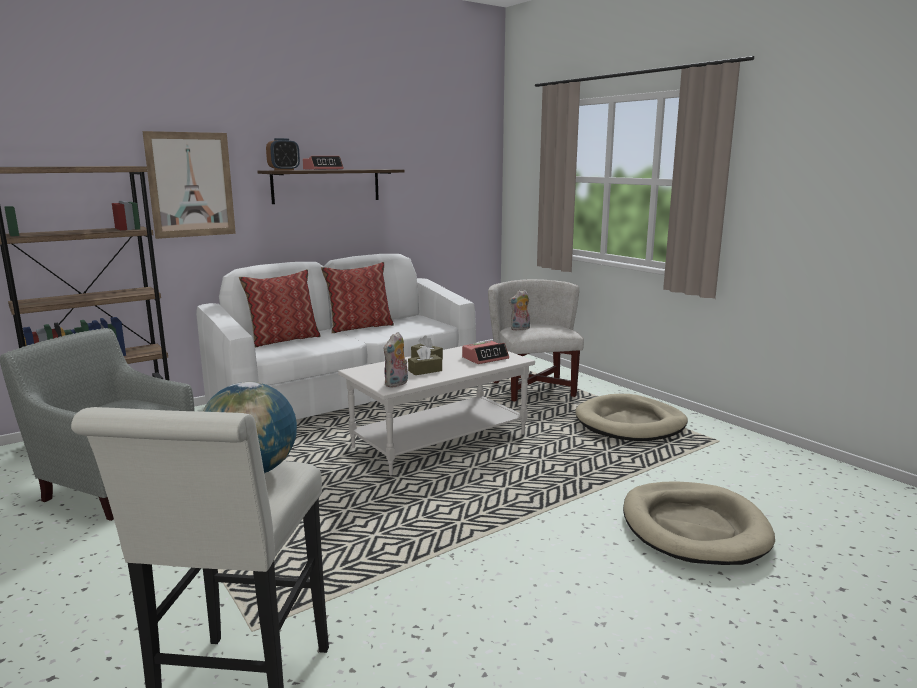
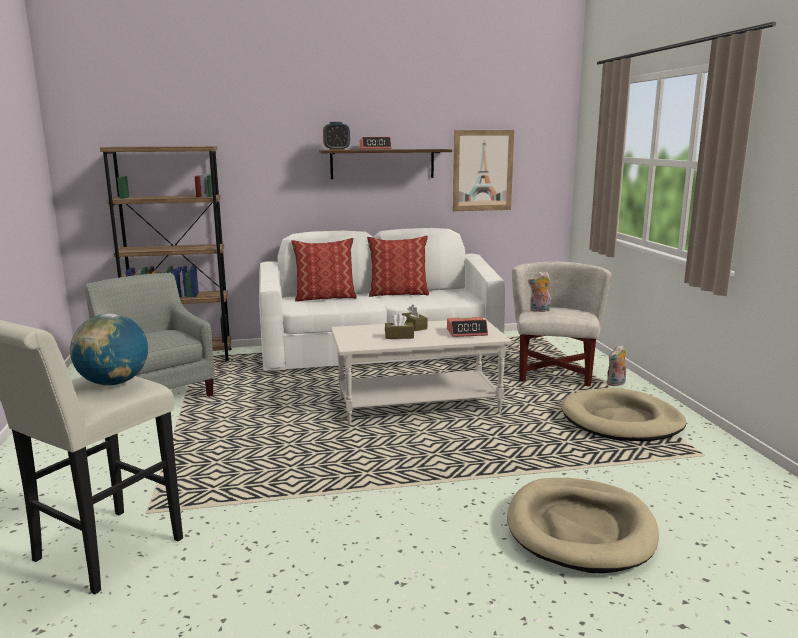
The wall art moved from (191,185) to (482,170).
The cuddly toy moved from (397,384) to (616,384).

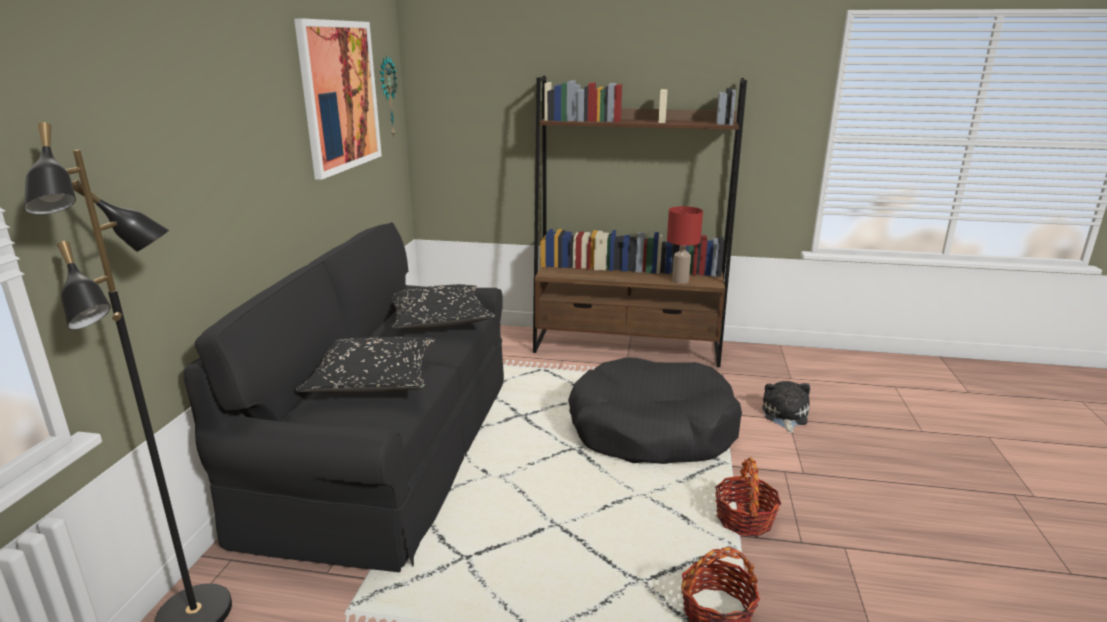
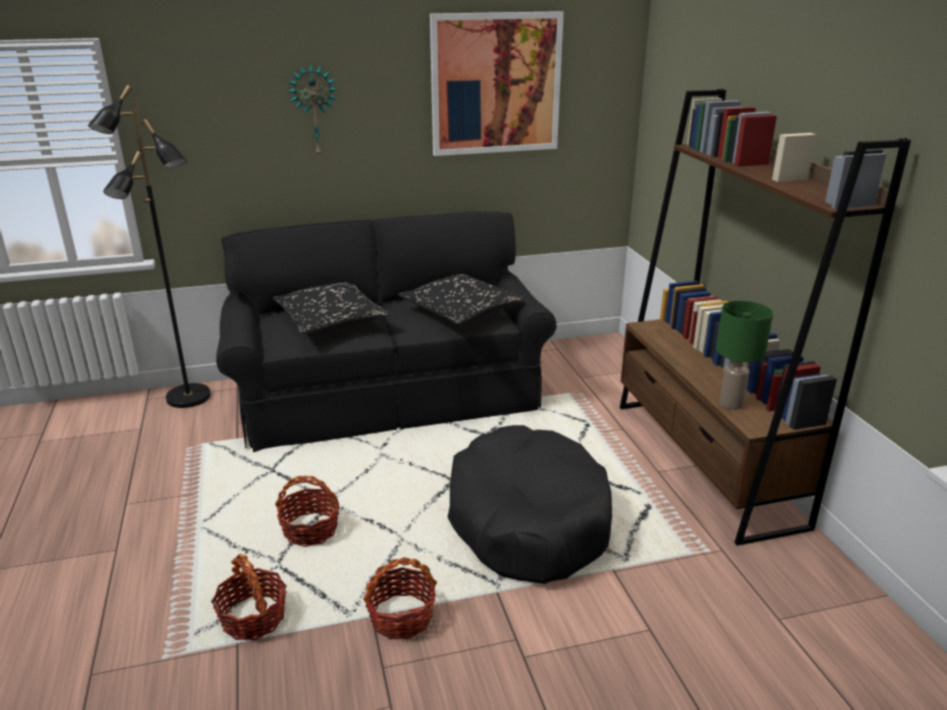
The hanging clock moved from (387,97) to (314,110).
The lamp for a table in red at (680,281) became the lamp for a table in green-coloured at (730,404).
The cuddly toy at (784,416) disappeared.
The household basket at (310,530) appeared.

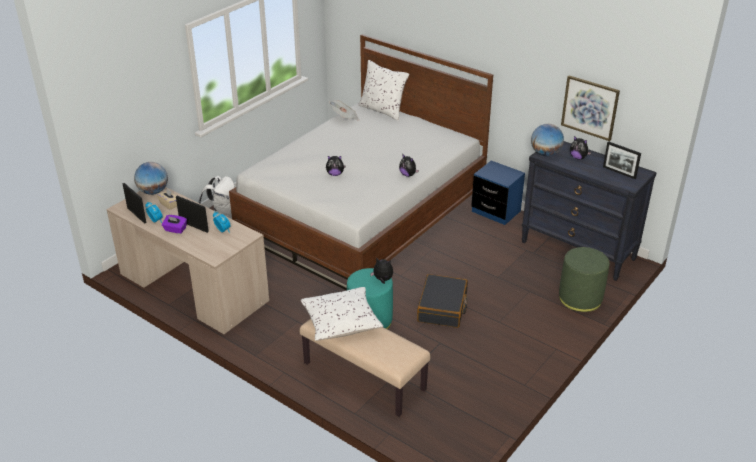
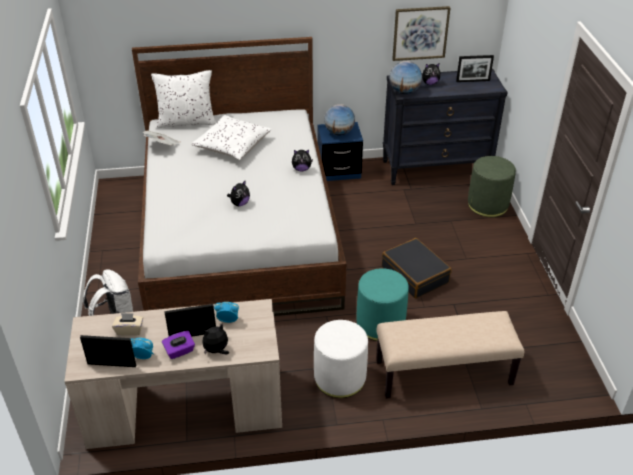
The globe moved from (153,192) to (339,133).
The cuddly toy moved from (382,280) to (216,350).
The cushion in whitish moved from (341,322) to (232,145).
The footrest in whitish at (339,378) appeared.

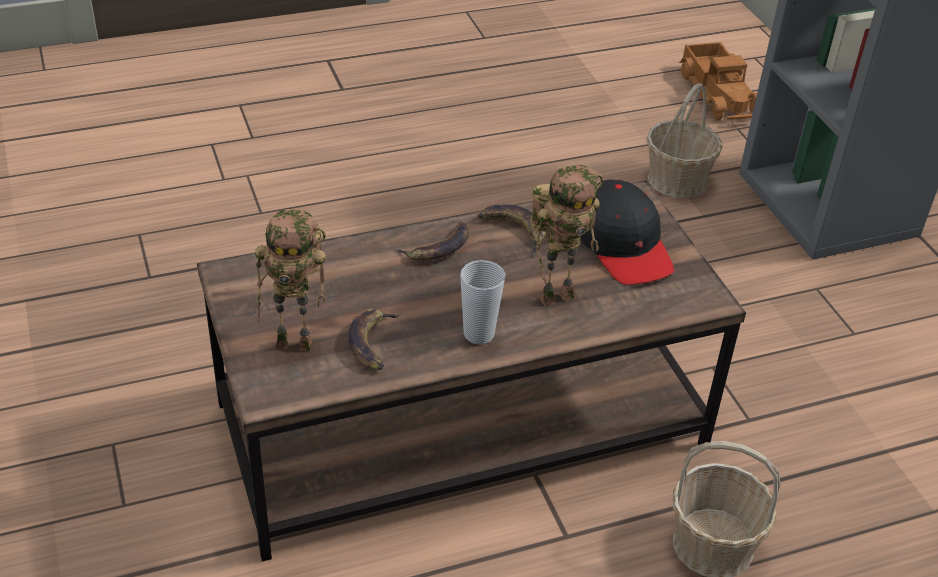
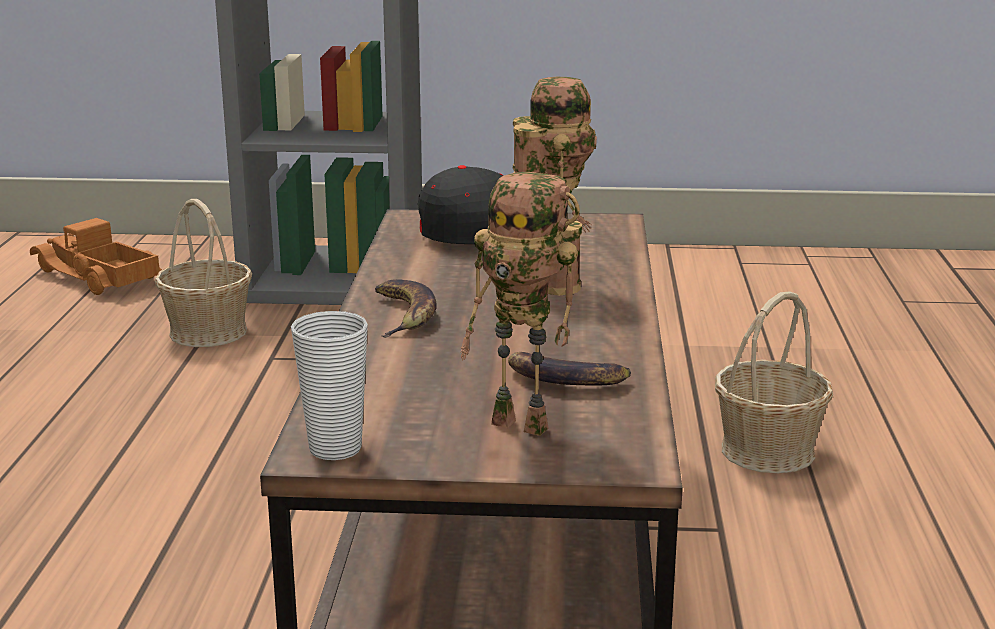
The toy lorry at (720,93) turned 150 degrees counterclockwise.
The banana at (514,230) disappeared.
The model robot at (297,342) turned 90 degrees clockwise.
The cup moved from (479,334) to (335,449).

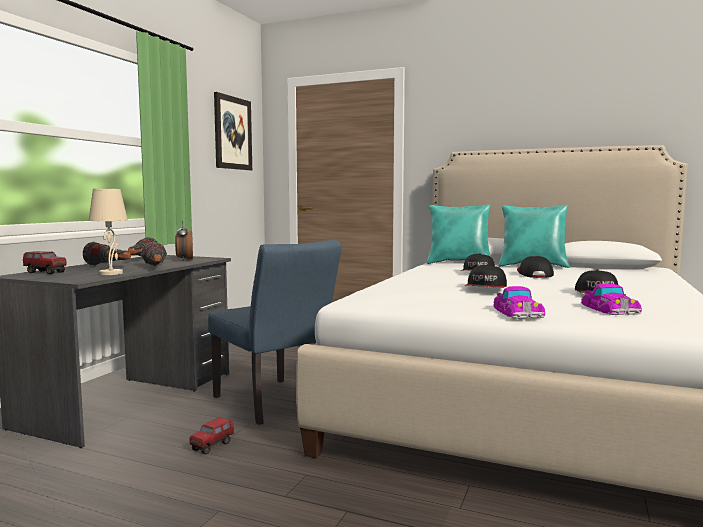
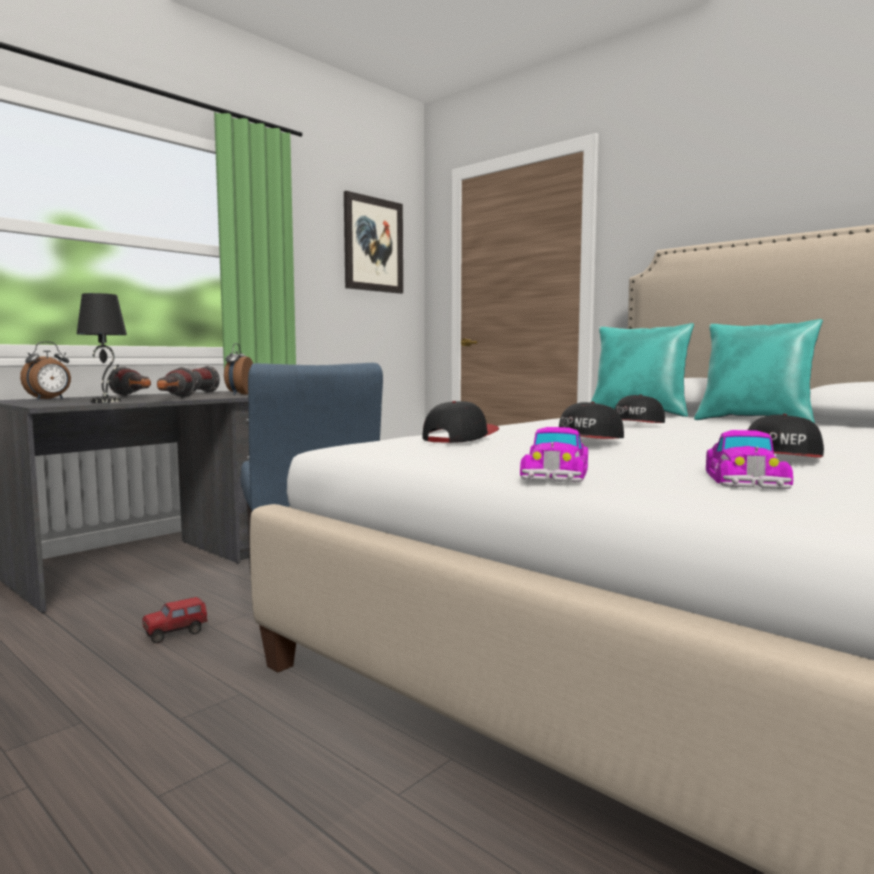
The lamp for a table in beige-coloured at (111,273) became the lamp for a table in blackish at (106,401).
The toy lorry at (45,272) was replaced by the alarm clock at (49,399).
The cap moved from (534,274) to (460,437).

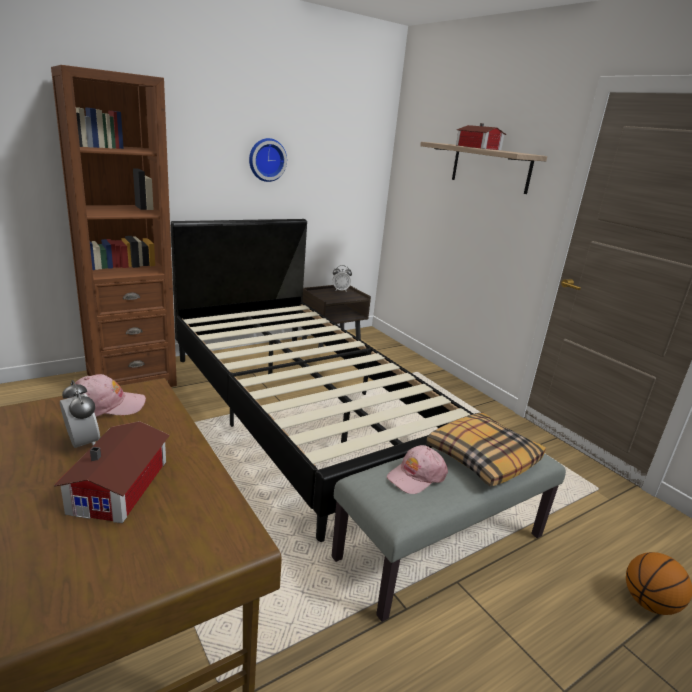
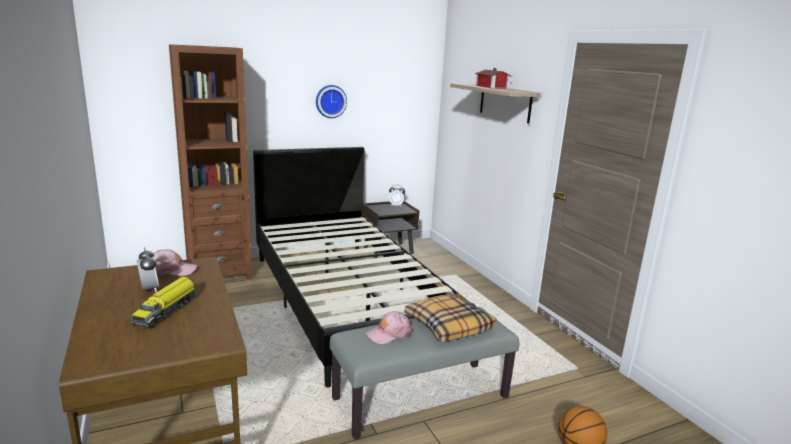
The miniature house at (123,484) was replaced by the toy lorry at (166,311).

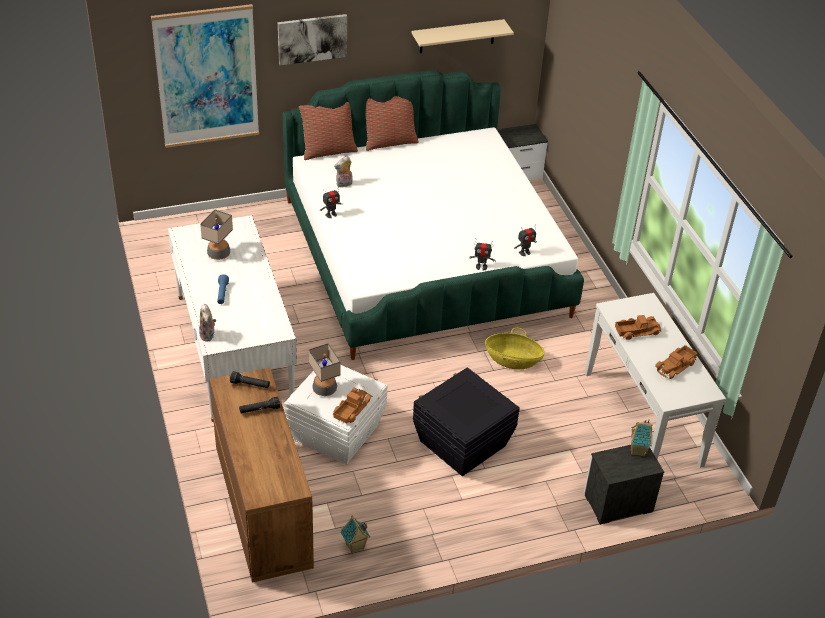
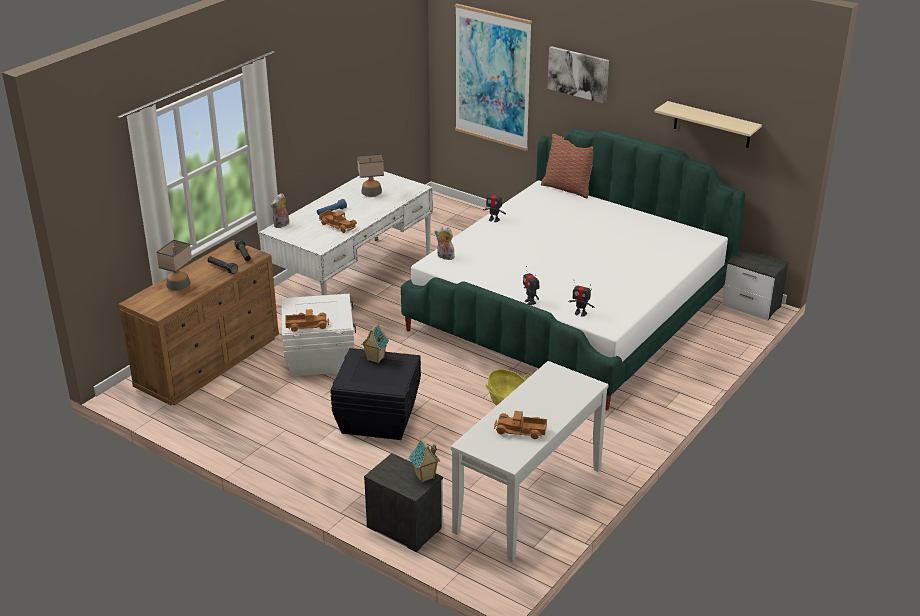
The cushion at (389,141) disappeared.
The cuddly toy moved from (344,184) to (444,257).
The toy lorry moved from (637,331) to (338,225).
The lamp for a table moved from (324,389) to (179,287).
The miniature house moved from (355,547) to (375,359).

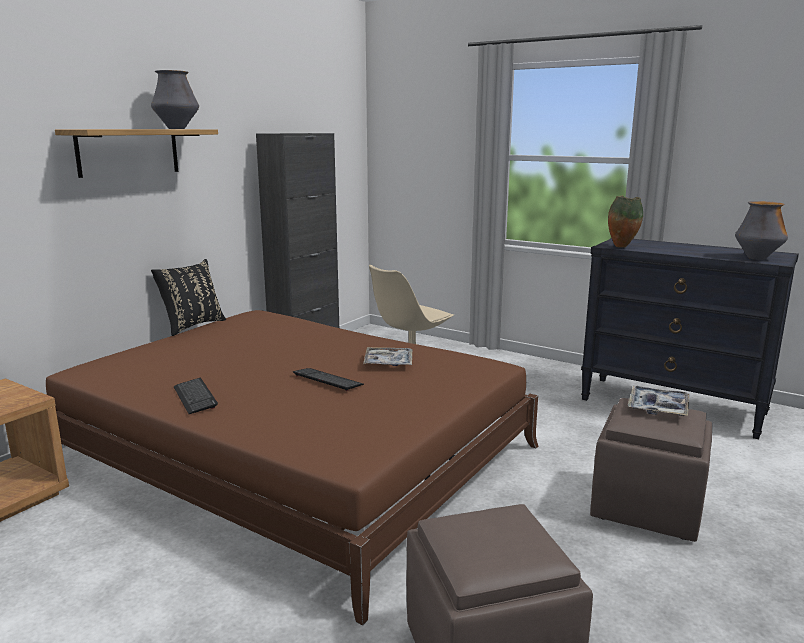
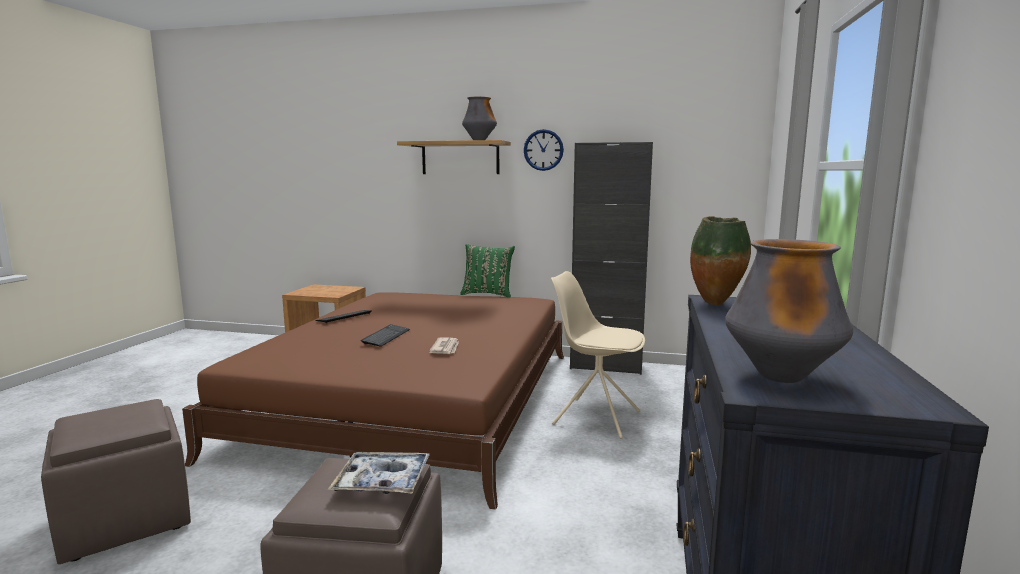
The cushion in blackish at (192,326) became the cushion in green-coloured at (488,294).
The carrying tray at (388,362) was replaced by the printed paper at (446,348).
The hanging clock at (543,150) appeared.

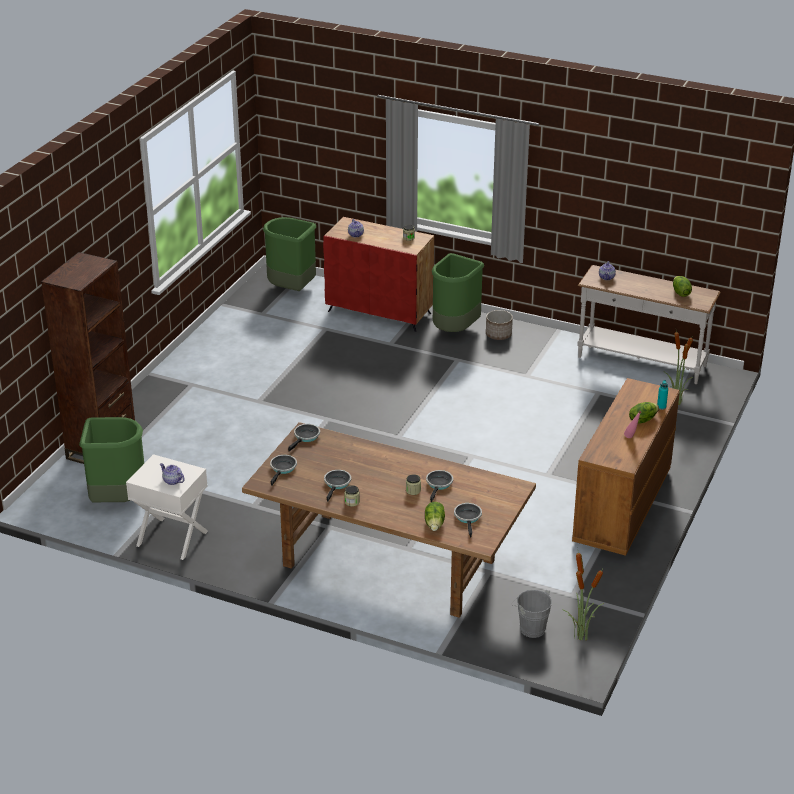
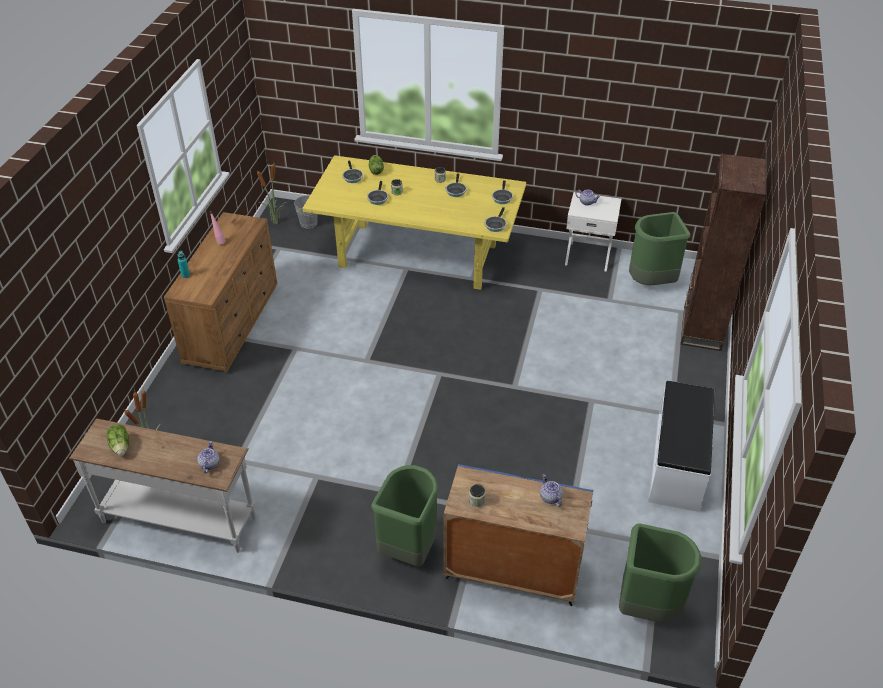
The cabinet in red at (380,312) became the cabinet in bluish at (511,570).
The flower pot at (498,335) disappeared.
The head of lettuce at (642,420) disappeared.
The kitchen table in brownish at (390,563) became the kitchen table in yellow-coloured at (416,256).
The long seat in whitish at (678,464) appeared.

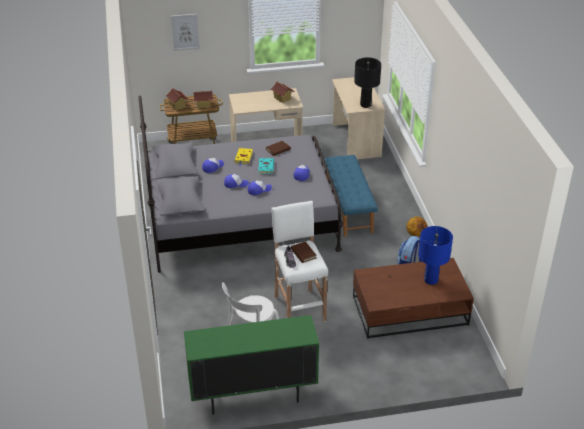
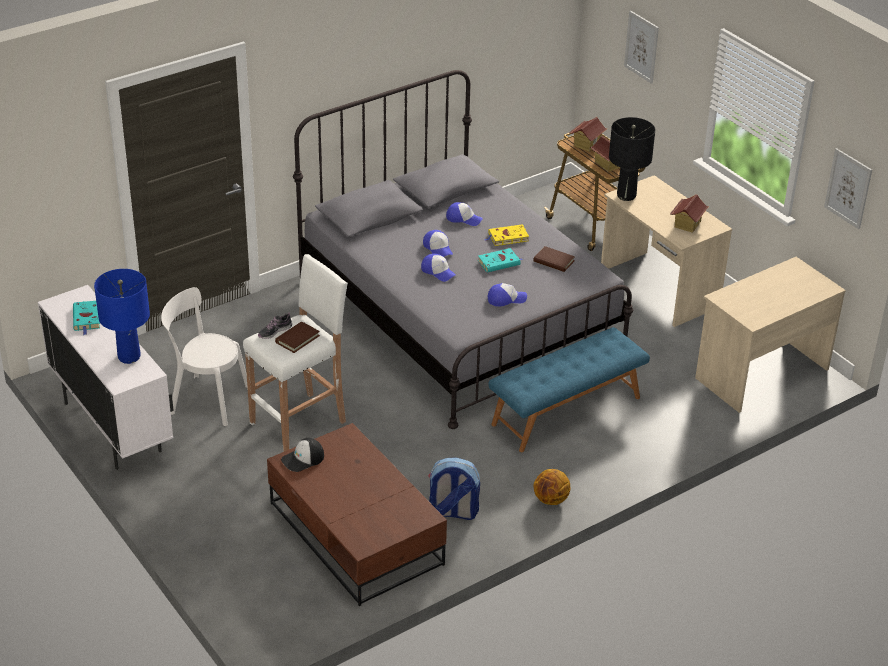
The lamp for a table in blackish moved from (365,105) to (626,195).
The lamp for a table in bluish moved from (431,280) to (129,357).
The cabinet in green-coloured at (253,395) became the cabinet in whitish at (112,427).
The wall art at (848,188) appeared.
The book in turquoise-coloured at (87,319) appeared.
The cap at (303,459) appeared.

